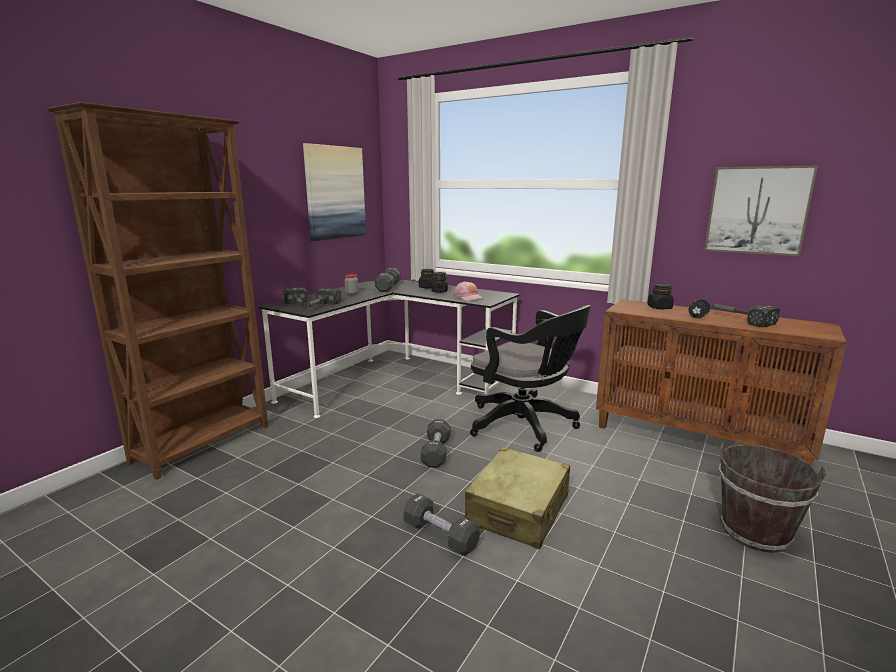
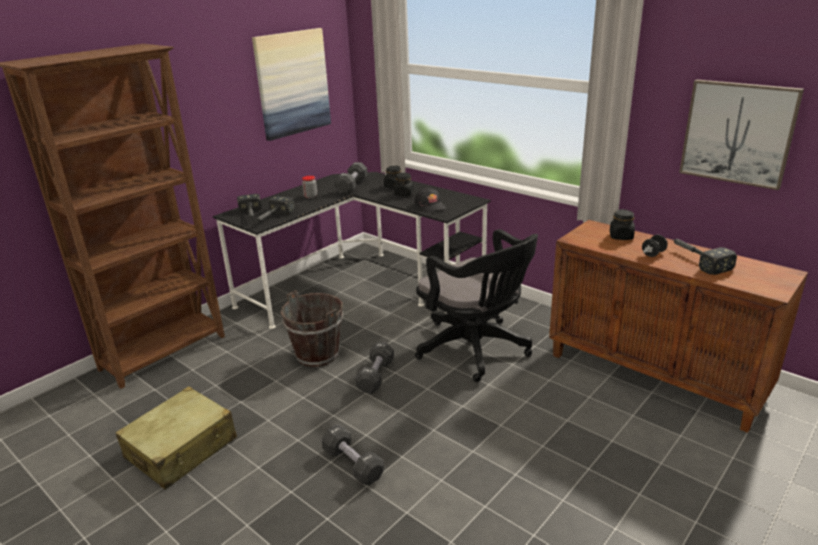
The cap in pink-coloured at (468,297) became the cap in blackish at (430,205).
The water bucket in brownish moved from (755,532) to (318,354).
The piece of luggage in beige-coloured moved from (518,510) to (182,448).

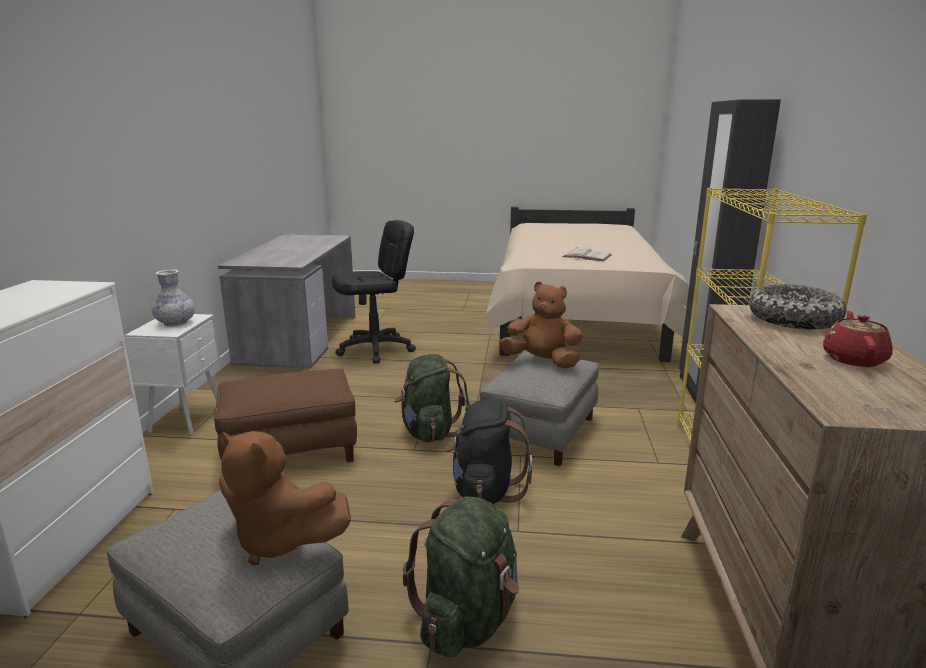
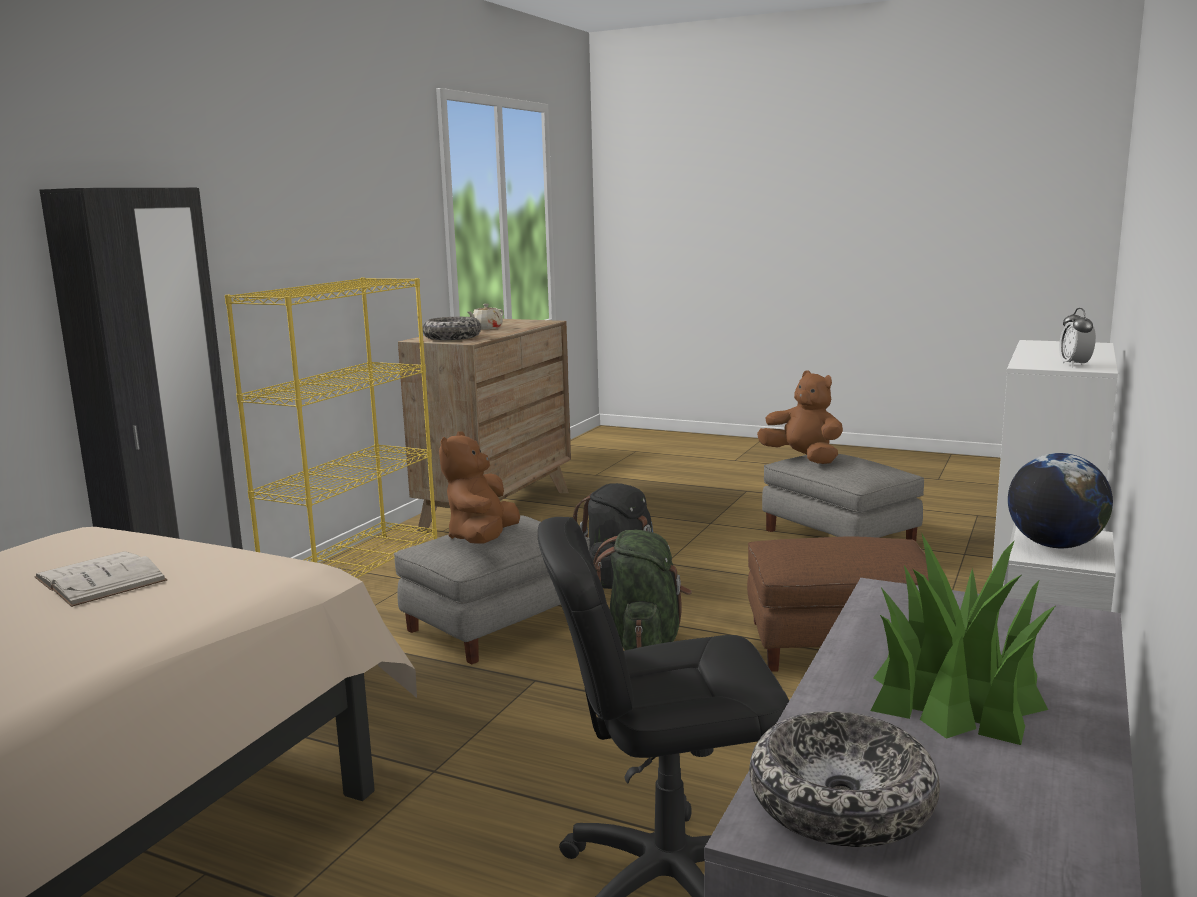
The vase at (175,323) was replaced by the globe at (1054,545).
The cuddly toy in brownish at (542,362) turned 60 degrees clockwise.
The pot for tea in red at (853,359) became the pot for tea in beige-coloured at (486,328).
The backpack in green-coloured at (468,619) disappeared.
The alarm clock at (1075,365) appeared.
The potted plant at (957,694) appeared.
The deep dish at (841,802) appeared.

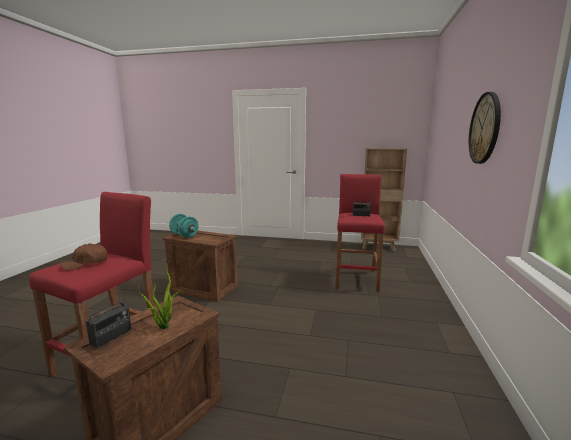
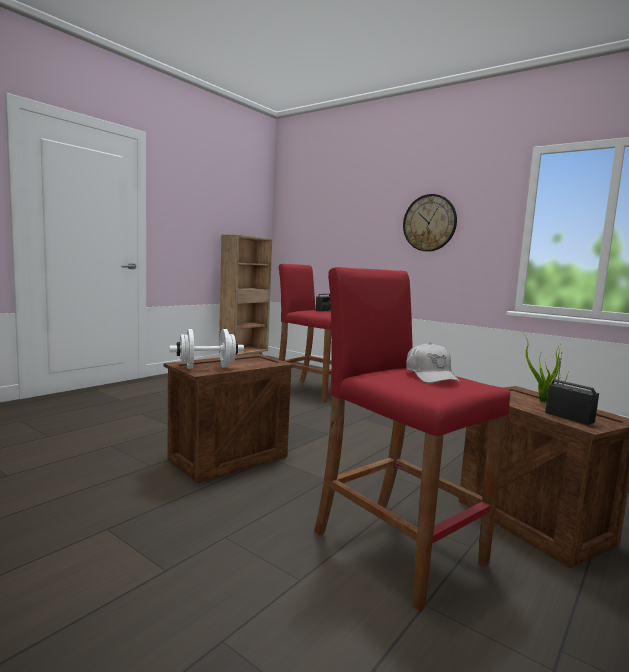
The free weight in turquoise-coloured at (184,235) became the free weight in whitish at (207,367).
The cap in brownish at (86,263) became the cap in whitish at (431,376).

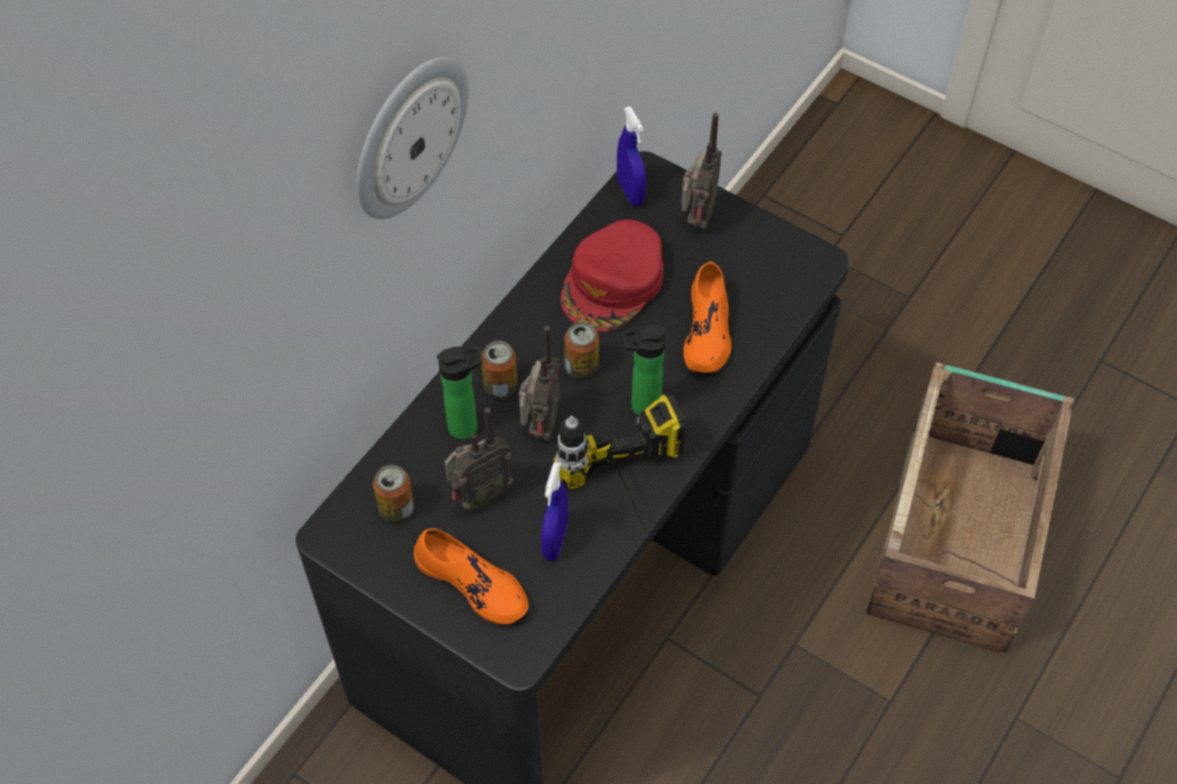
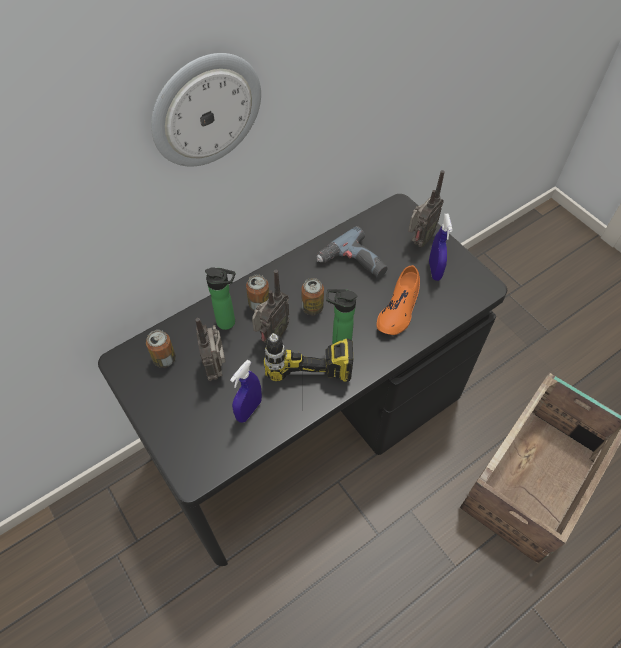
The hand sprayer in bluish moved from (630,192) to (434,270).
The cap in red at (613,283) was replaced by the electric drill at (353,264).
The radio set at (479,496) turned 90 degrees clockwise.
The item of footwear in orangey at (473,583) disappeared.

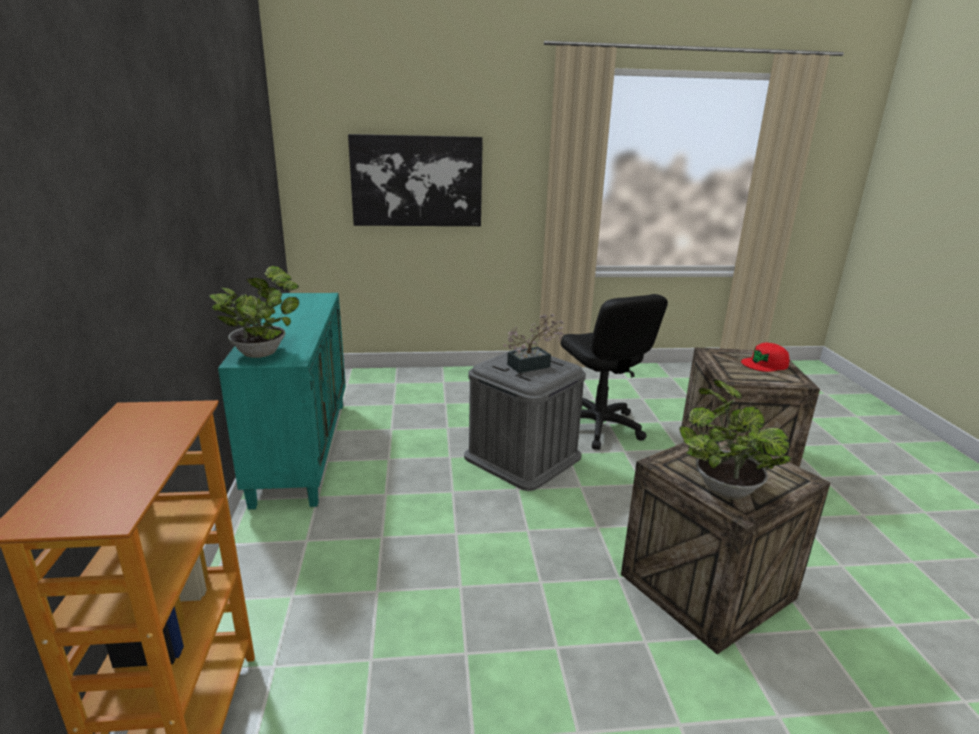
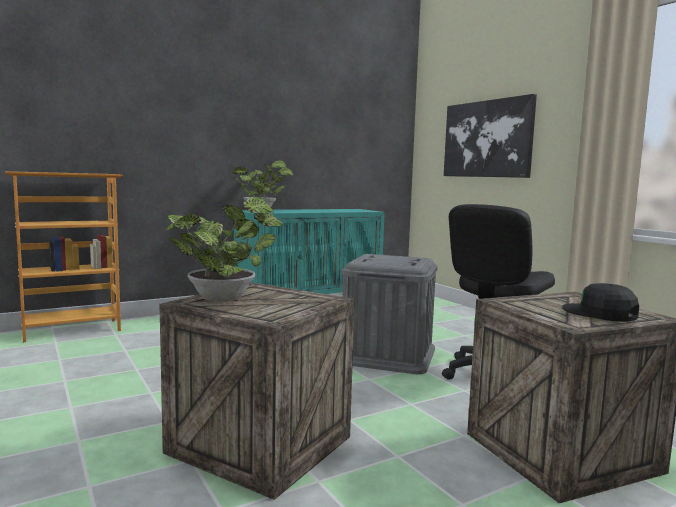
The potted plant at (533,365) disappeared.
The cap in red at (765,364) became the cap in blackish at (600,313).

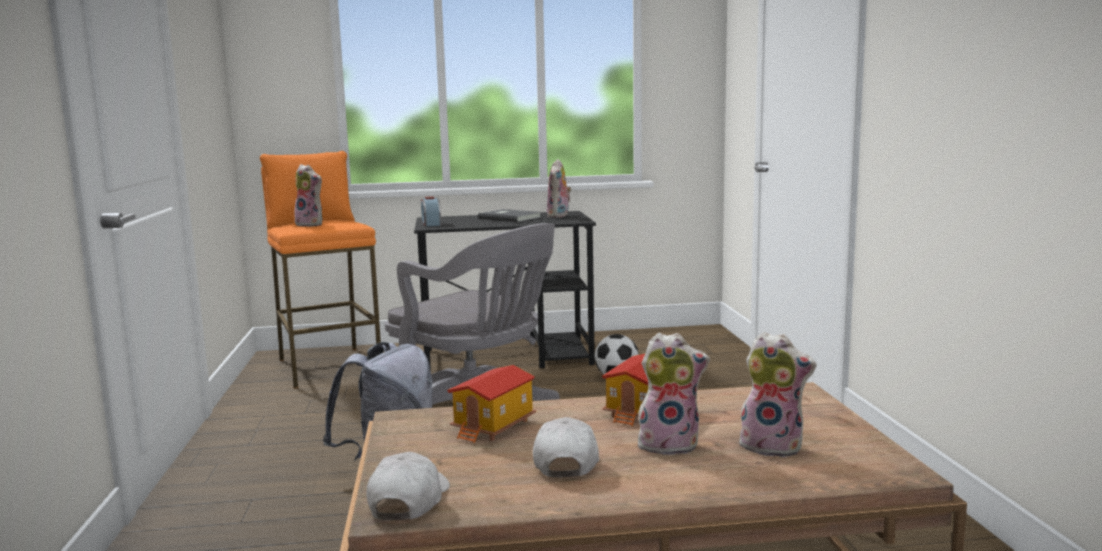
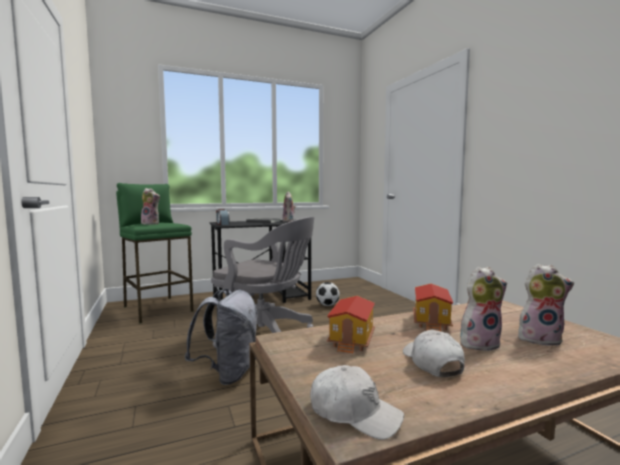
The sitting stool in orangey at (329,366) became the sitting stool in green-coloured at (157,308).
The cap in whitish at (409,501) turned 120 degrees clockwise.

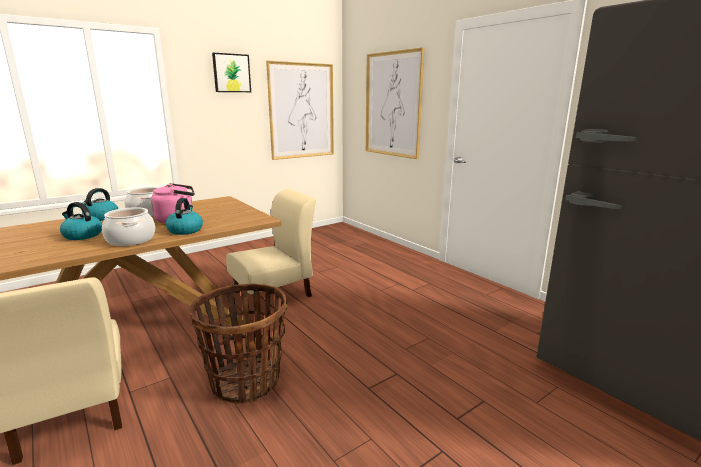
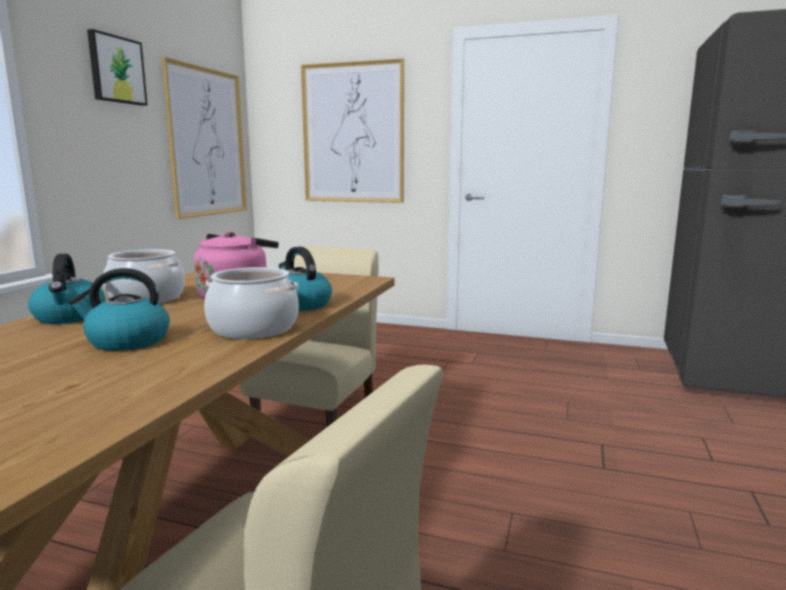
The household basket at (246,381) disappeared.

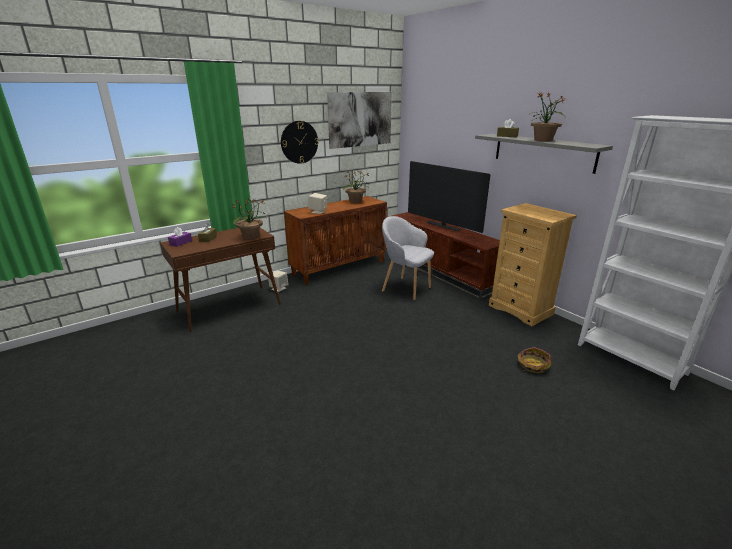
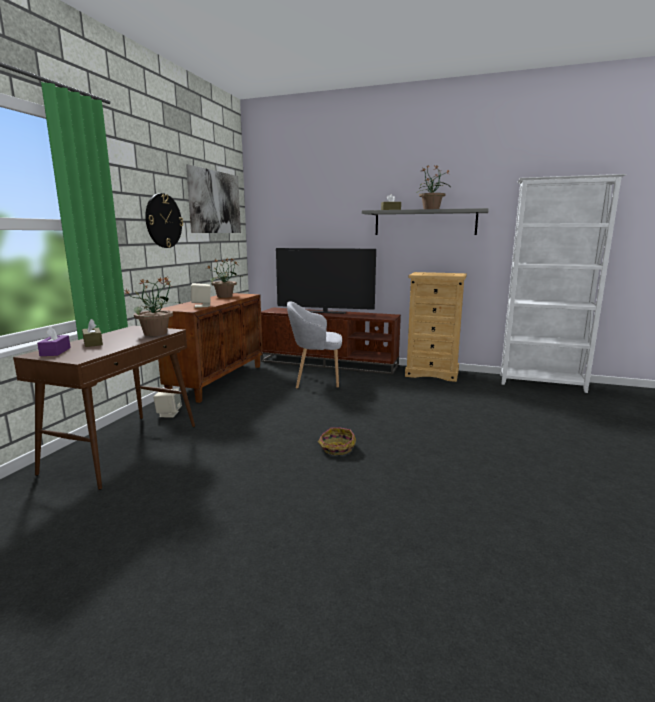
The household basket moved from (532,365) to (336,448).

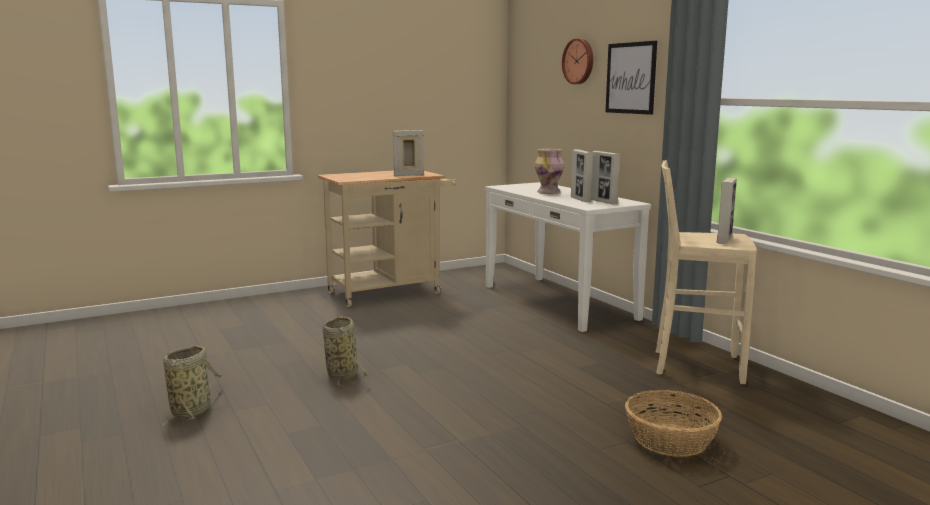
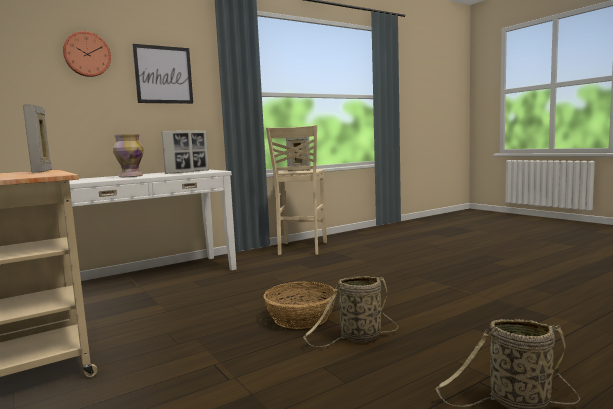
The household basket moved from (671,440) to (301,318).

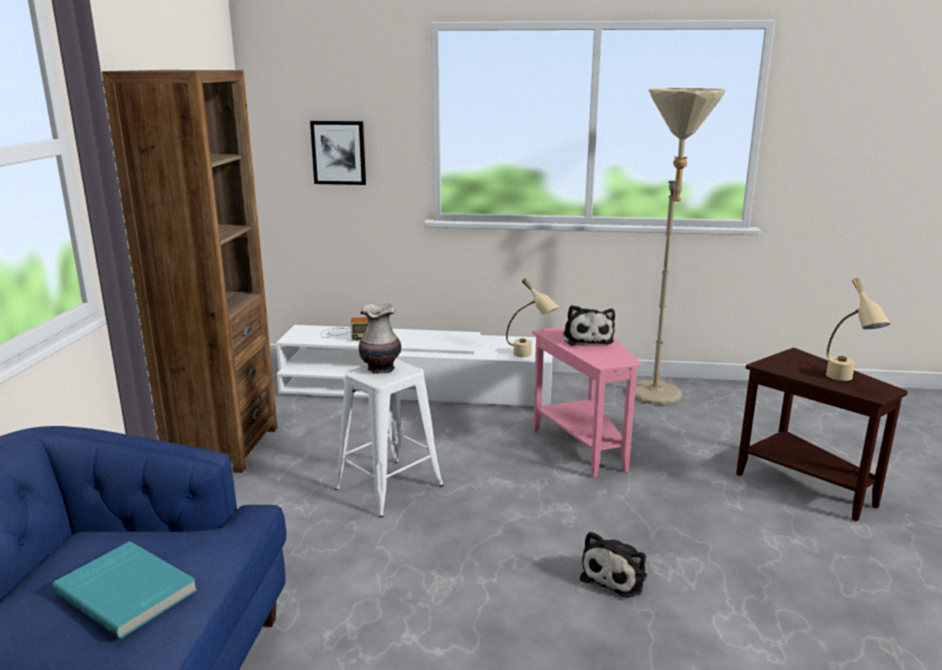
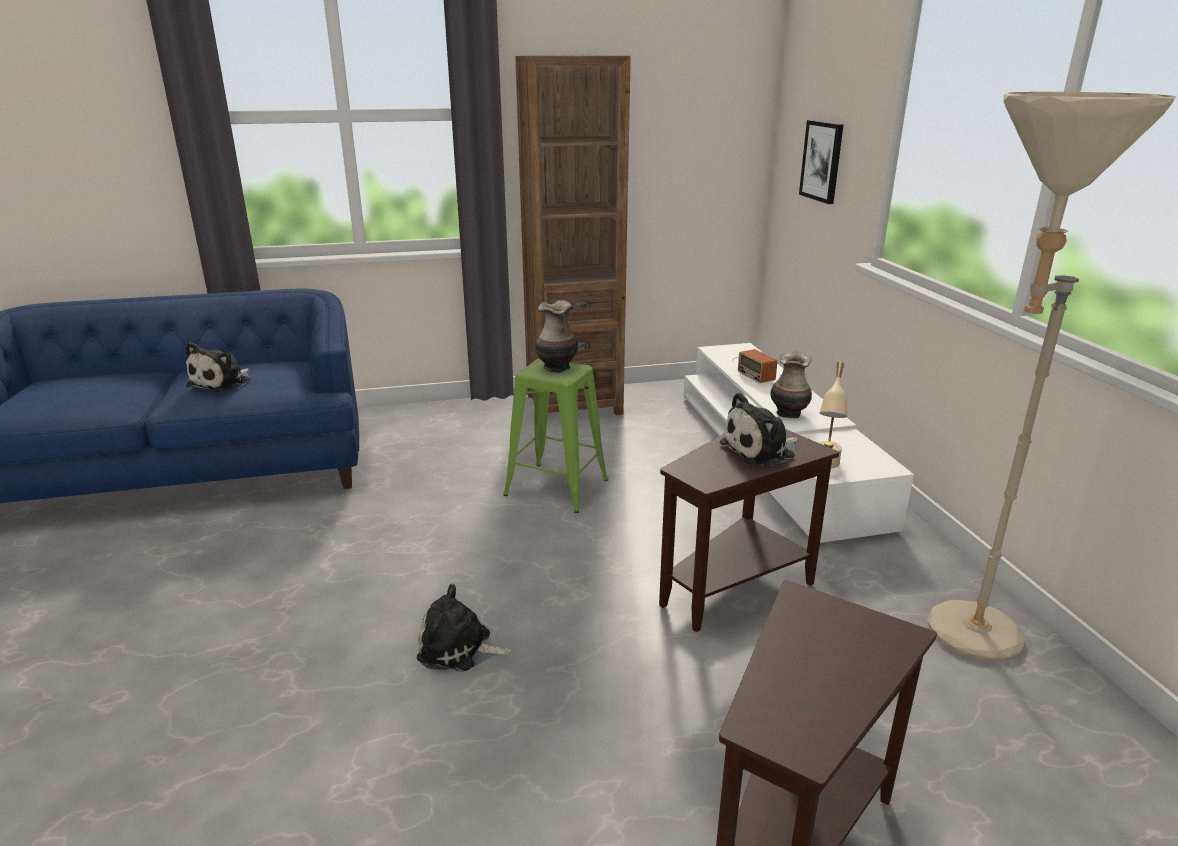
The lamp for a table in beige-coloured at (846,380) disappeared.
The side table in pink-coloured at (582,446) became the side table in brownish at (736,586).
The sitting stool in whitish at (388,487) became the sitting stool in green-coloured at (555,487).
The book in turquoise-coloured at (128,590) was replaced by the cuddly toy at (223,382).
The vase at (789,413) appeared.

